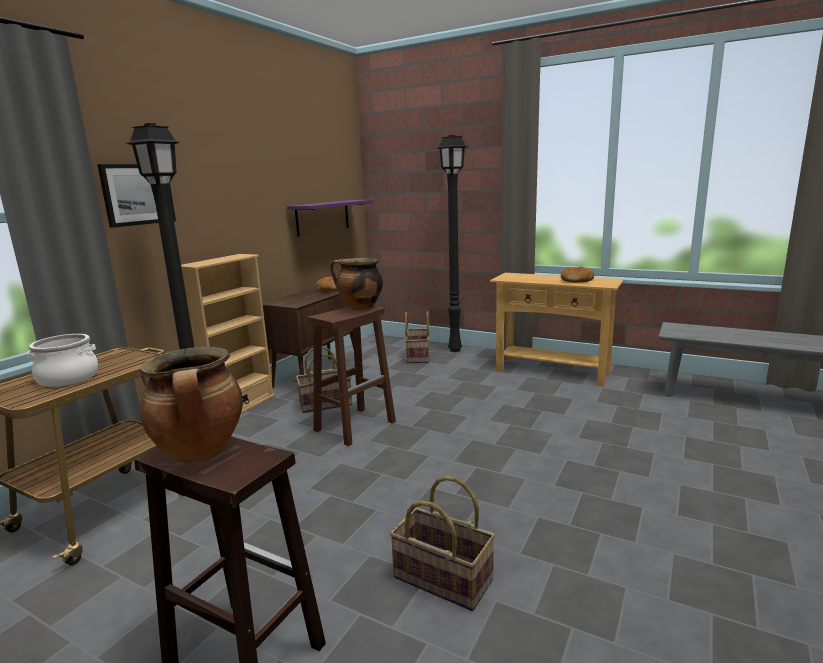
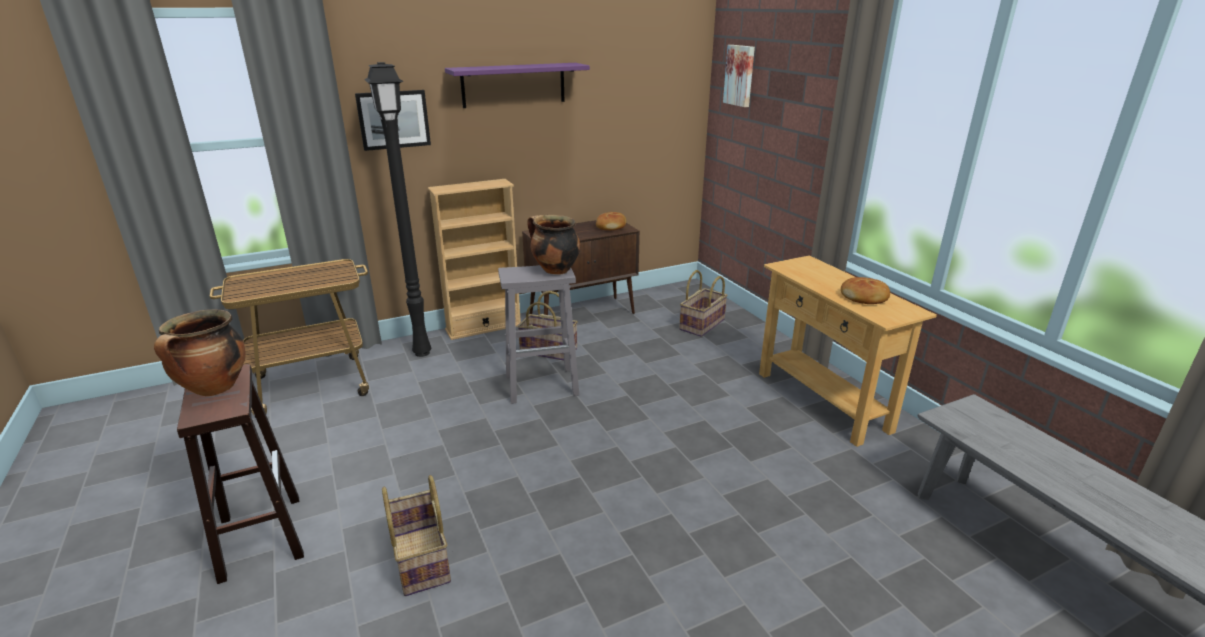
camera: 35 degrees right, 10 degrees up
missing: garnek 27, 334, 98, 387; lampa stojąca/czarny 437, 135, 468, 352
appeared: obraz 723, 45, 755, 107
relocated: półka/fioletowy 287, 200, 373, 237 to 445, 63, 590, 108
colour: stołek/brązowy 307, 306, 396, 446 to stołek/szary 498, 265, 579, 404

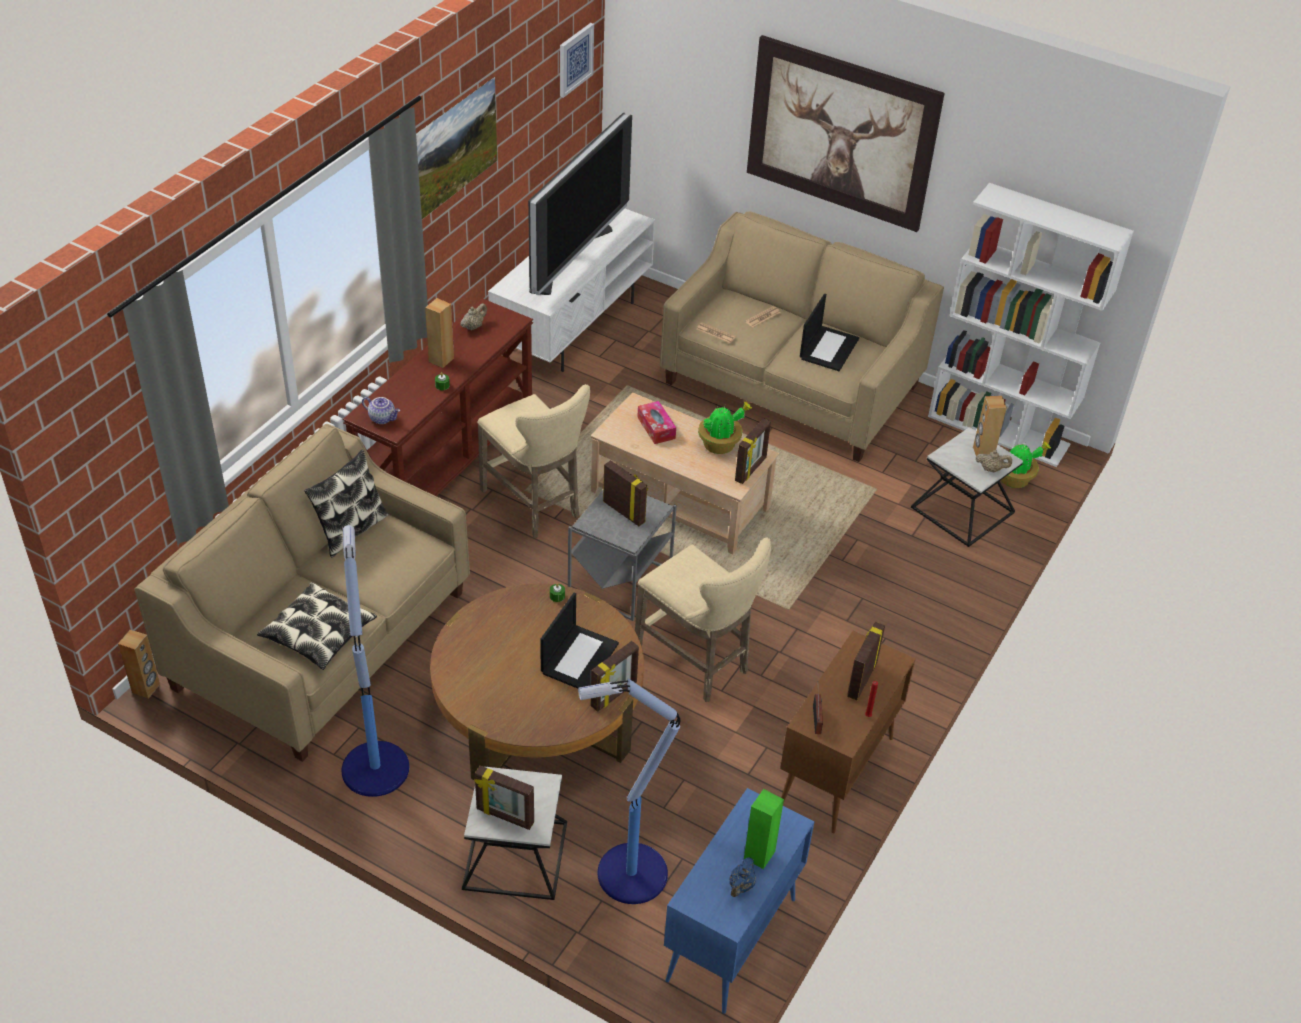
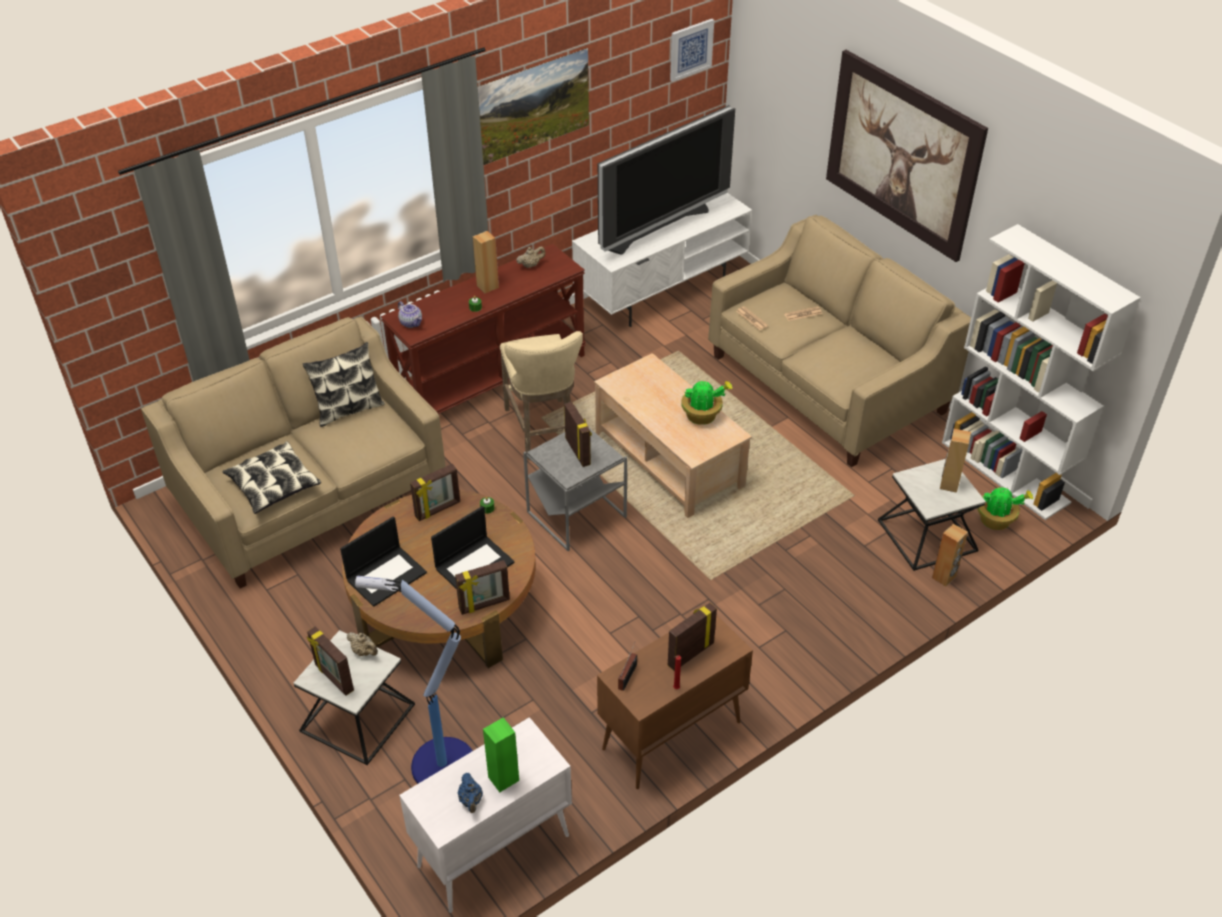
camera: 25 degrees right, 0 degrees up
missing: lampa stojąca 342, 525, 409, 797; stołek/beżowy 635, 537, 771, 702; pudełko chusteczek 637, 401, 676, 444
relocated: głośnik/brązowy 118, 630, 160, 699 to 932, 524, 968, 587; ramka na zdjęcie 735, 418, 771, 484 to 410, 464, 460, 521; laptop 800, 294, 859, 371 to 340, 516, 427, 607; imbryk/beżowy 976, 450, 1012, 472 to 346, 632, 378, 656
colour: szafka/niebieski 664, 788, 814, 1014 to szafka/biały 399, 717, 572, 913
spun: imbryk/niebieski 729, 857, 756, 897 = 458, 773, 483, 813 60 degrees counterclockwise

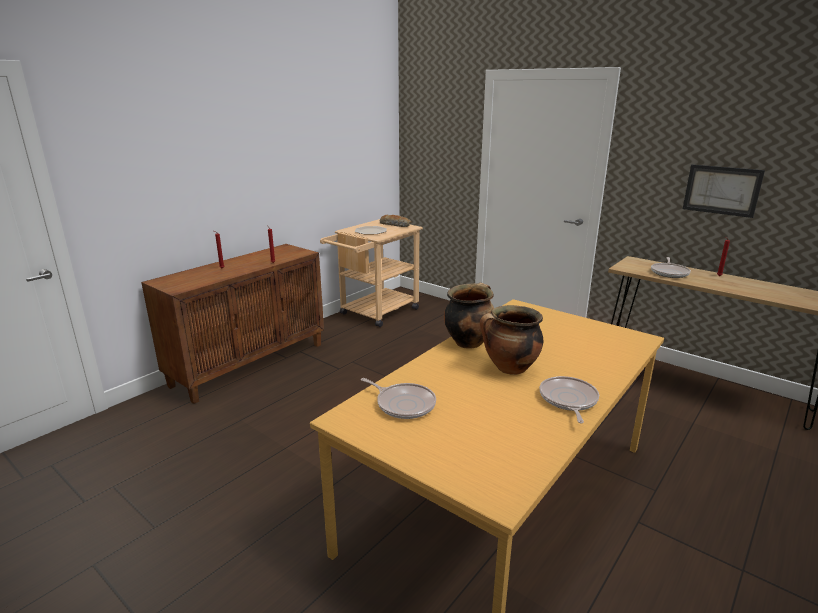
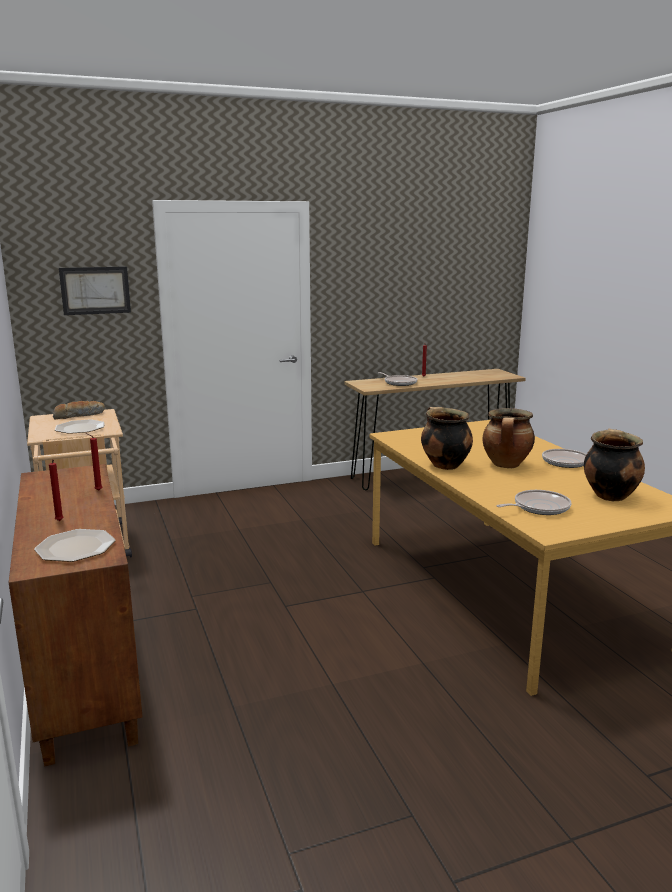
camera: 60 degrees left, 5 degrees down
appeared: talerz 34, 529, 115, 562; garnek 584, 429, 645, 501
relocated: obraz 683, 164, 765, 218 to 59, 266, 131, 315

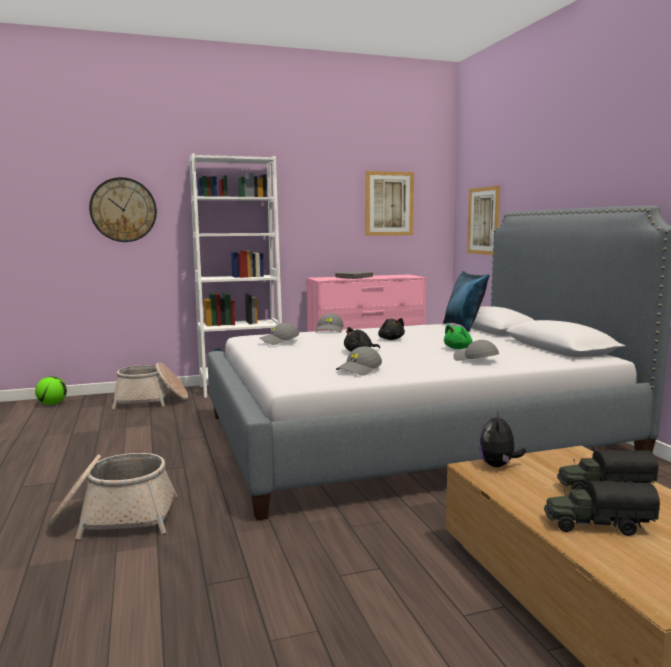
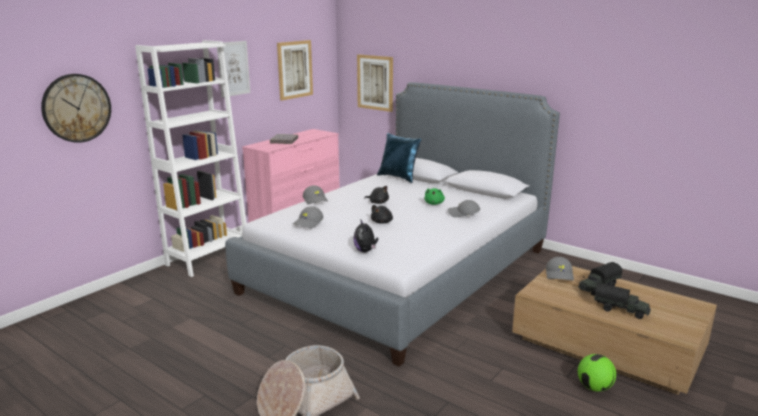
camera: 35 degrees left, 10 degrees up
missing: koszyk 112, 362, 188, 409
appeared: obraz 217, 41, 250, 98
relocated: piłka futbolowa 35, 376, 67, 405 to 578, 354, 616, 392; czapka z daszkiem/szary 336, 346, 382, 376 to 546, 257, 574, 281; pluszak 479, 411, 526, 467 to 353, 220, 378, 253
spun: ciężarówka zabawkowa 544, 481, 660, 536 = 594, 283, 651, 319 120 degrees counterclockwise

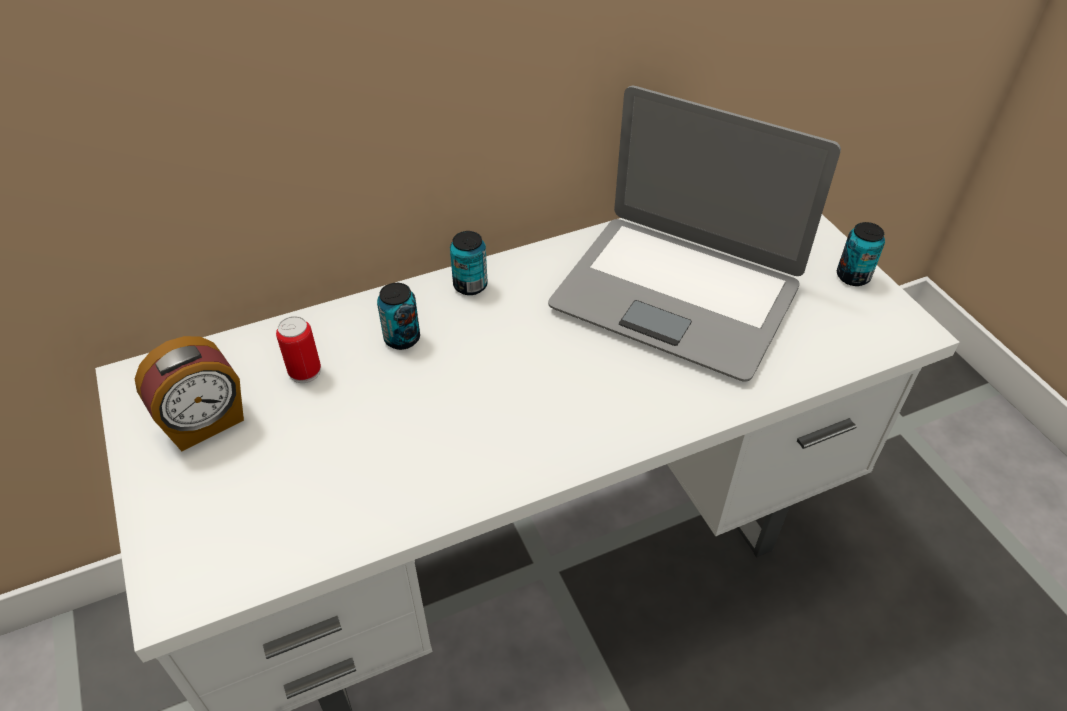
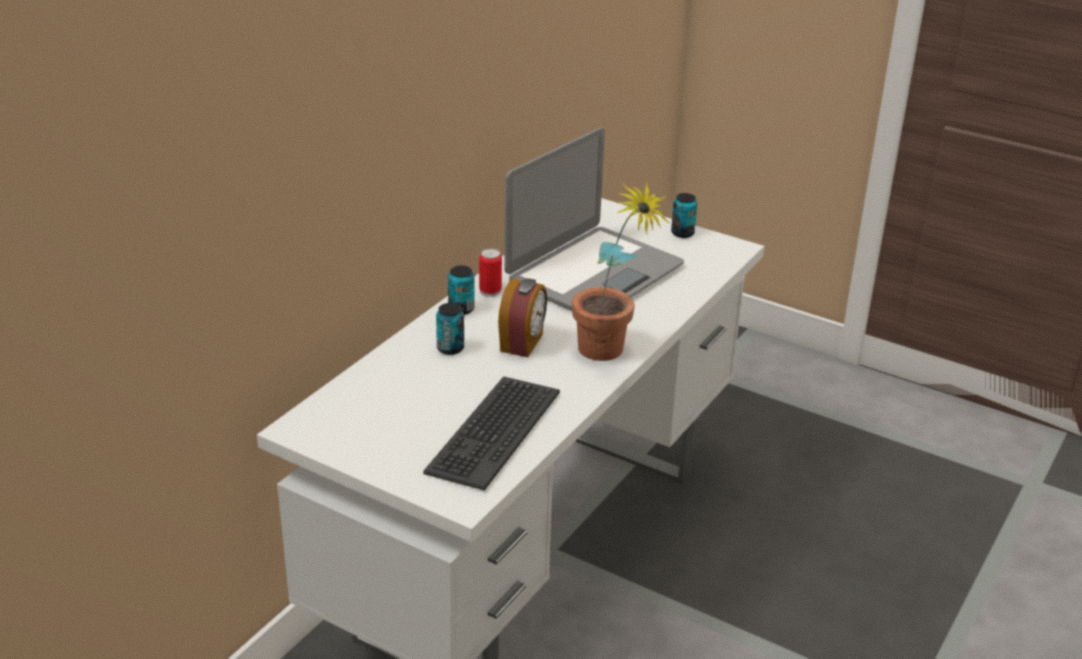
camera: 35 degrees left, 15 degrees down
appeared: klawiatura 423, 376, 560, 491; roślina doniczkowa 572, 183, 669, 361
relocated: budzik 135, 336, 244, 451 to 498, 278, 547, 357; puszka 276, 316, 321, 383 to 479, 249, 502, 297
spun: laptop 548, 85, 841, 382 = 504, 128, 684, 311 45 degrees counterclockwise

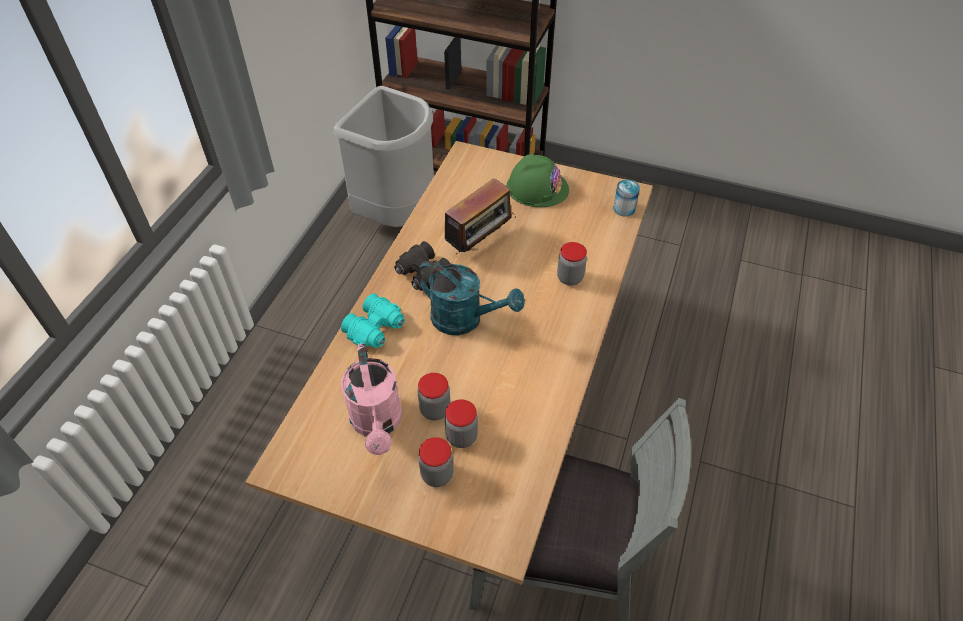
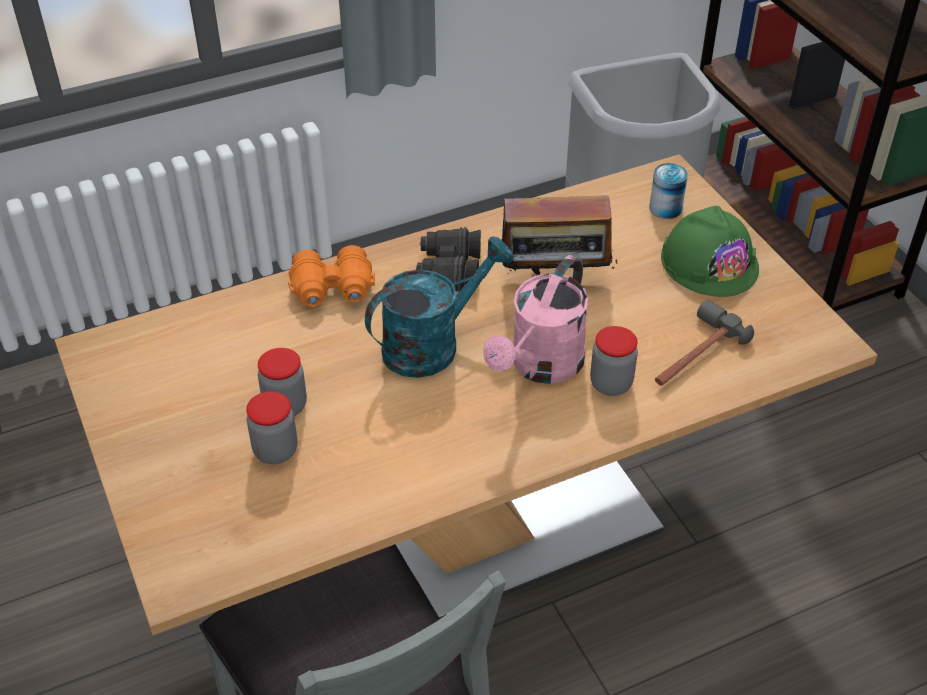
camera: 45 degrees right, 5 degrees down
missing: słoik 418, 437, 454, 487
appeared: młotek 655, 300, 754, 386
relocated: konewka/różowy 341, 343, 402, 455 to 483, 255, 589, 384; puszka 613, 180, 640, 217 to 649, 163, 688, 219
colour: lornetka/turkusowy 341, 293, 405, 348 to lornetka/pomarańczowy 288, 245, 375, 307
spun: konewka/turkusowy 417, 261, 525, 335 = 365, 236, 514, 378 105 degrees counterclockwise

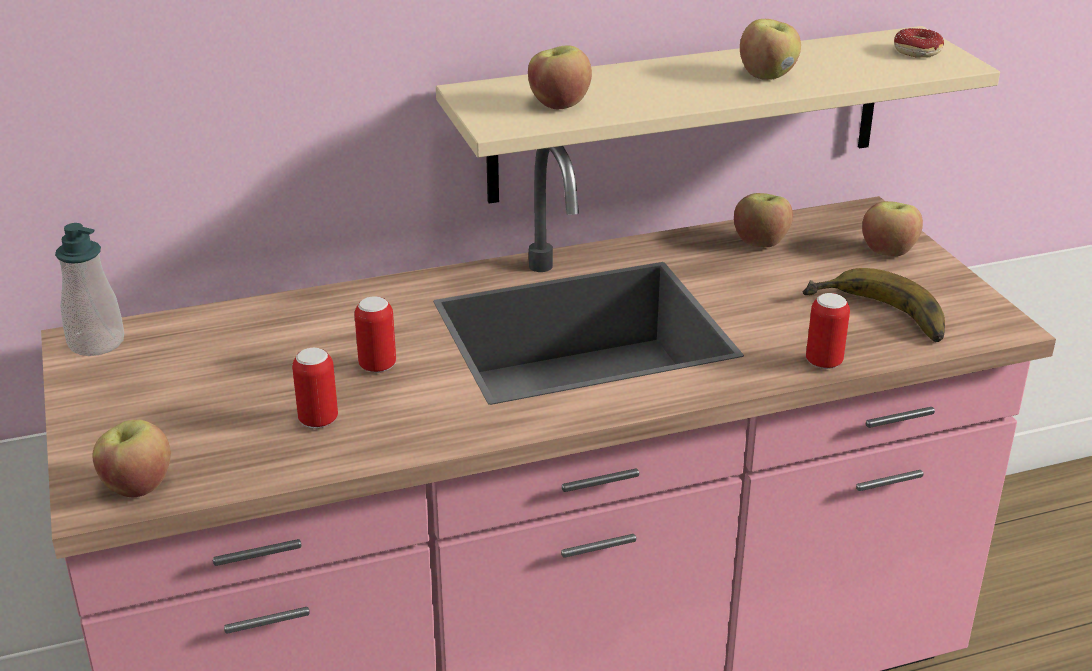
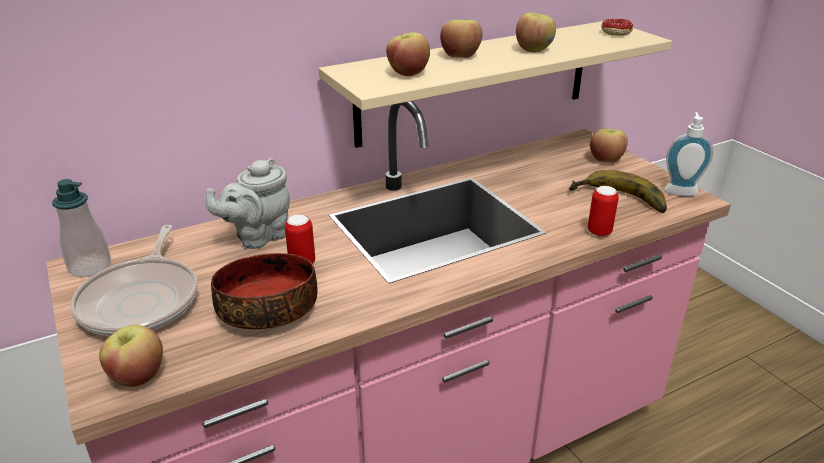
camera: 10 degrees left, 0 degrees up
appeared: patelnia 70, 225, 198, 336; imbryk/szary 206, 158, 290, 249; dozownik mydła 664, 112, 713, 196
relocated: jabłko 734, 193, 793, 247 to 440, 20, 482, 58
exchanged: puszka 292, 348, 338, 428 to miska 211, 253, 317, 330

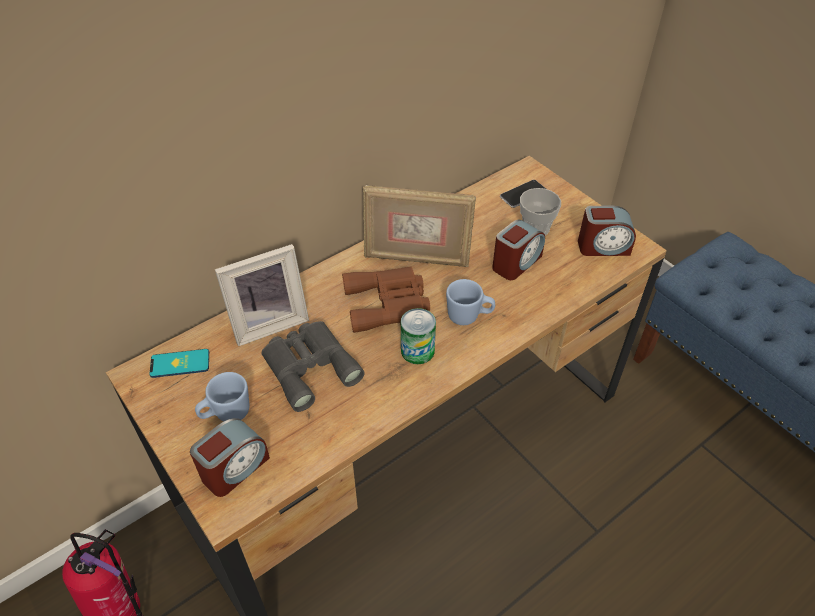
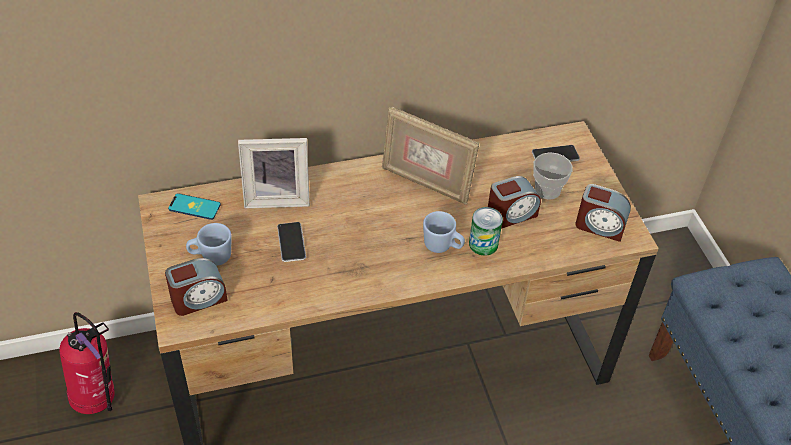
camera: 20 degrees right, 0 degrees up
missing: lornetka/brązowy 342, 267, 430, 333
relocated: puszka 401, 308, 436, 364 to 469, 207, 503, 256
exchanged: lornetka/szary 262, 321, 365, 412 to telefon 277, 222, 306, 262

